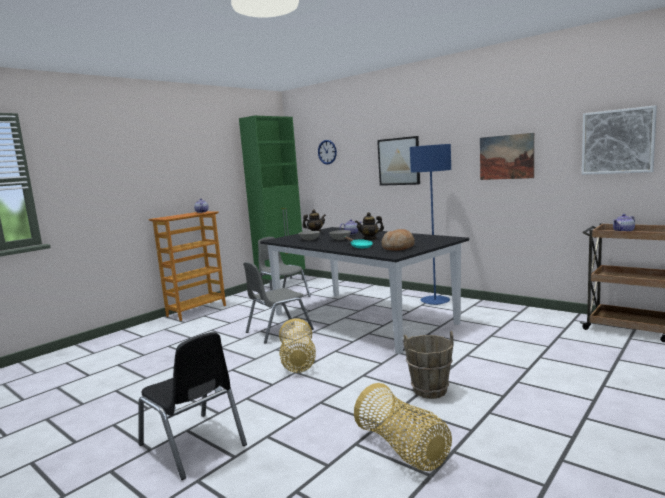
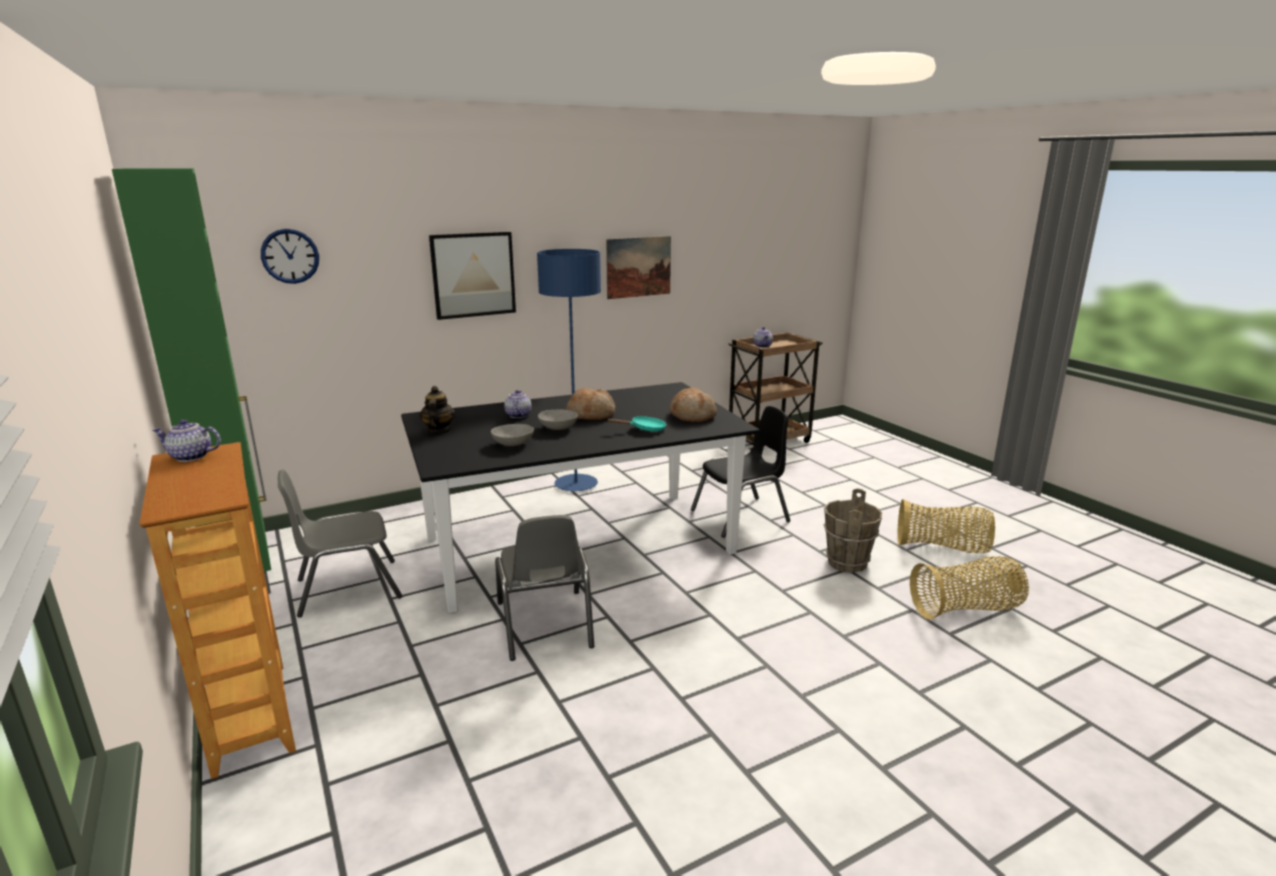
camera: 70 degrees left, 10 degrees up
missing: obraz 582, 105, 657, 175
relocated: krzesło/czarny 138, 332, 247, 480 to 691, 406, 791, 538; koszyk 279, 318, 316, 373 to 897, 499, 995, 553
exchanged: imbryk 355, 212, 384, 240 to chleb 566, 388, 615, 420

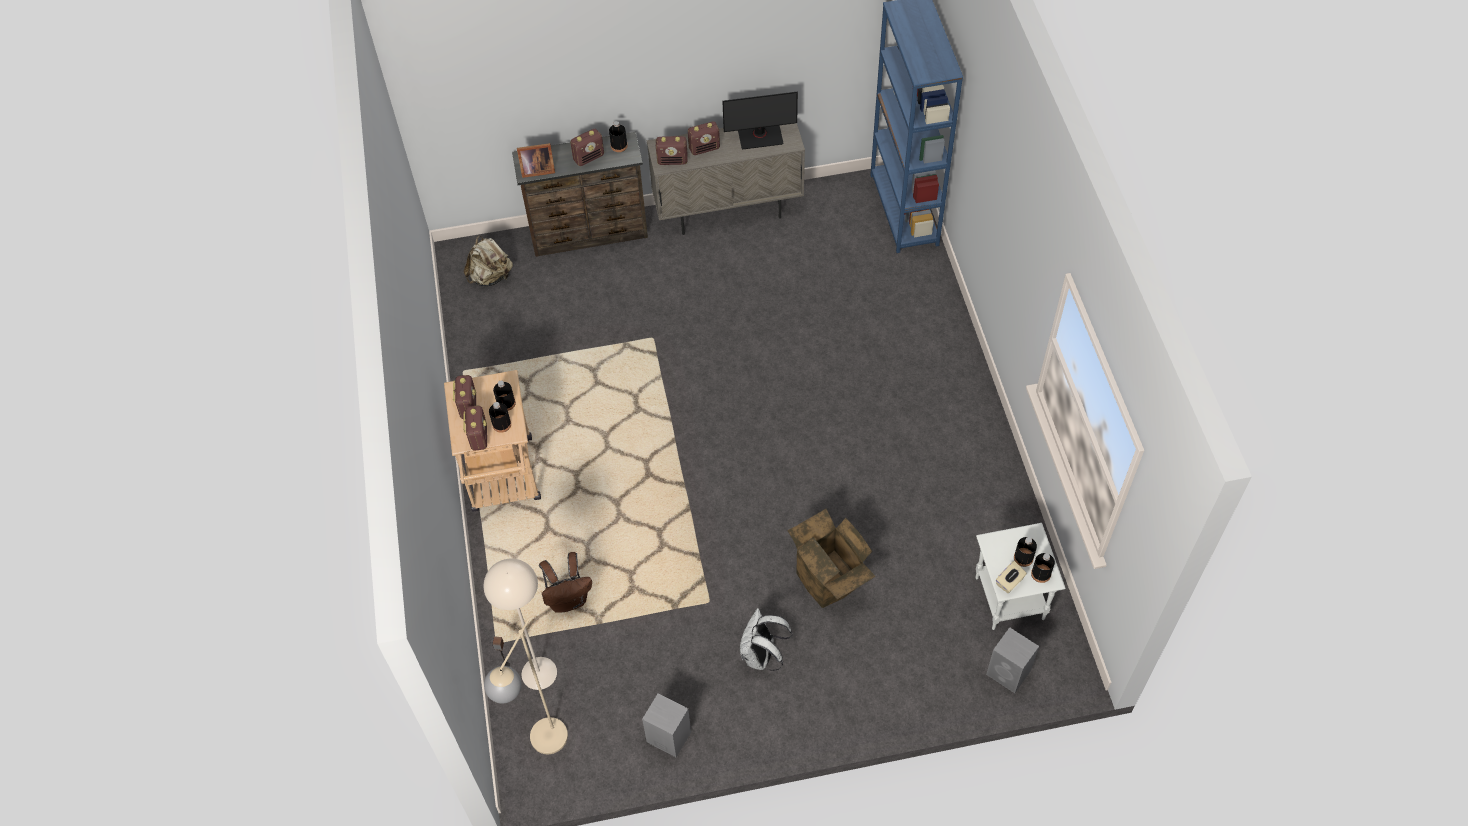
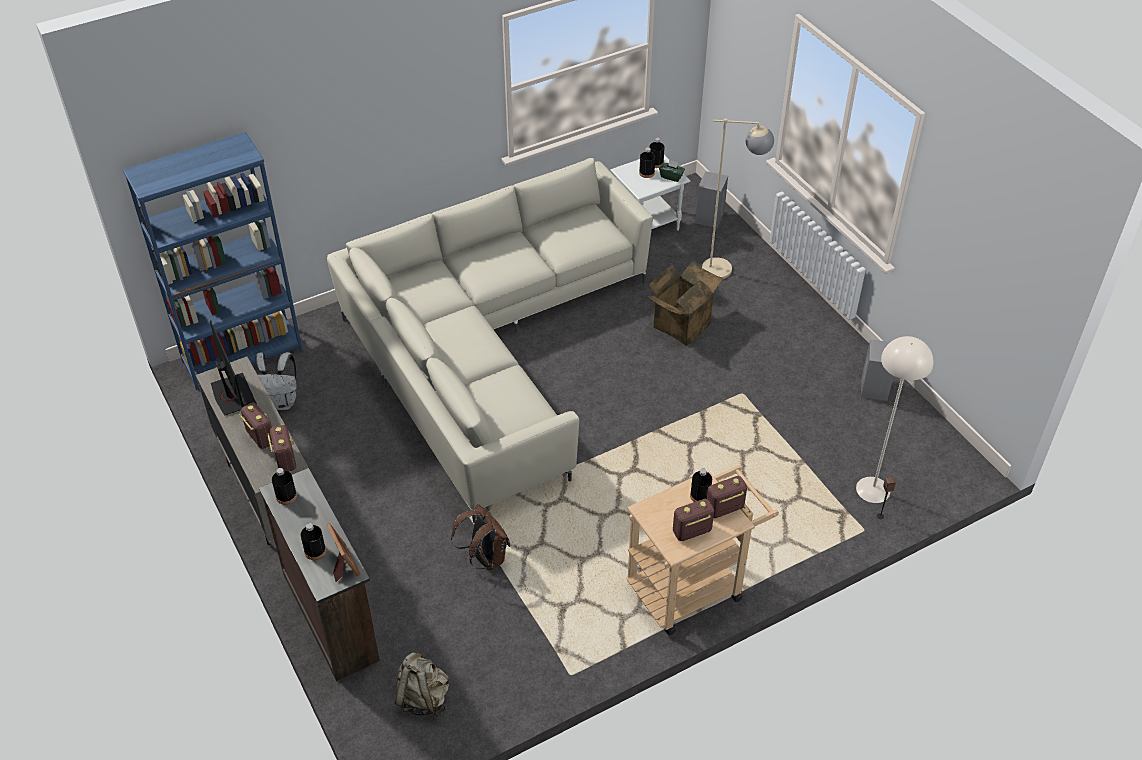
camera: 110 degrees left, 10 degrees down
missing: radio 570, 129, 604, 166
appeared: kanapa/beżowy 327, 158, 653, 523
relocated: lampa stojąca/beżowy 484, 619, 568, 754 to 702, 118, 774, 279; butelka/czarny 493, 381, 516, 411 to 301, 523, 326, 560; plecak/brązowy 539, 552, 592, 613 to 451, 504, 510, 571; plecak/biały 740, 608, 792, 671 to 256, 352, 297, 410
colour: pudełko chusteczek/beżowy 996, 561, 1027, 593 to pudełko chusteczek/zielony 659, 160, 685, 182

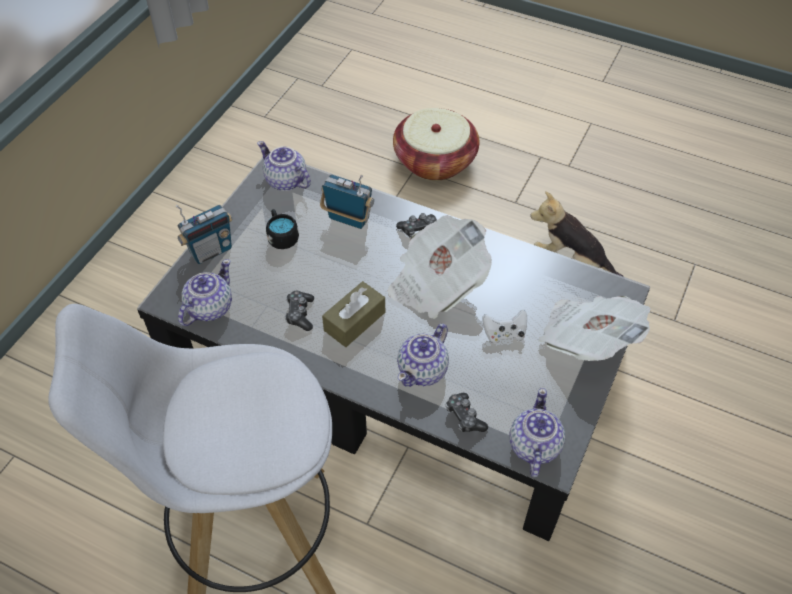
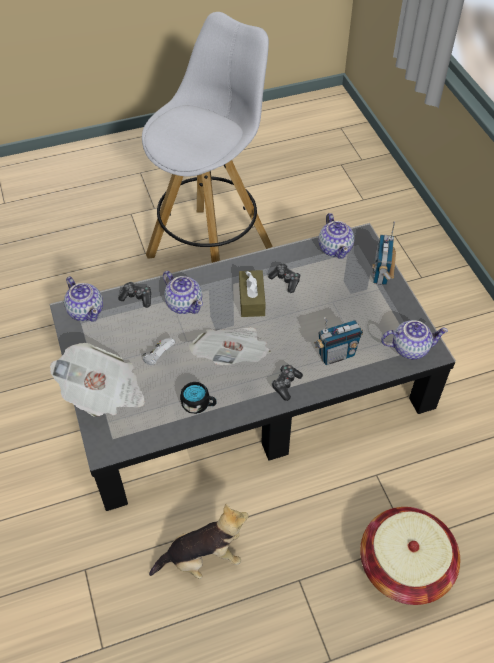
camera: 135 degrees right, 0 degrees up
relocated: kubek/czarny 266, 209, 299, 249 to 180, 382, 217, 414
spun: imbryk 397, 324, 449, 387 = 163, 271, 203, 314 150 degrees clockwise

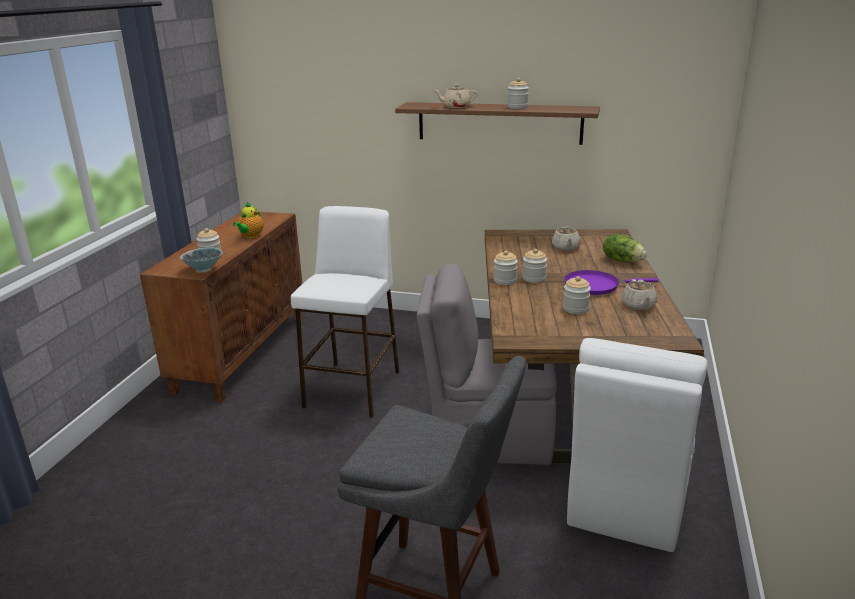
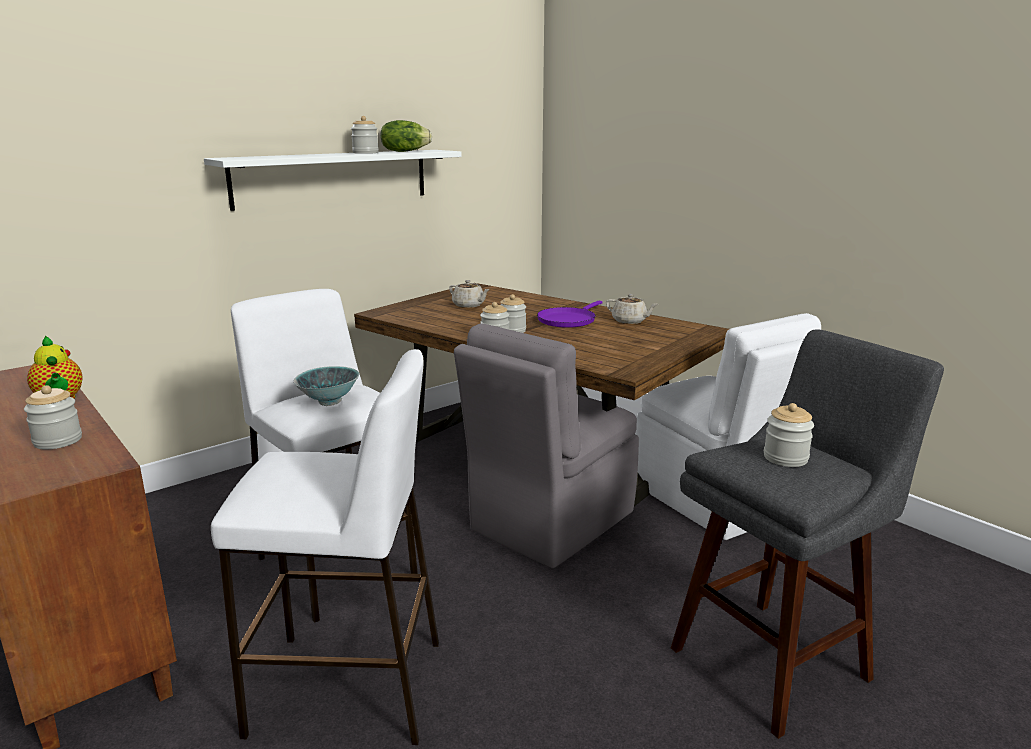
camera: 55 degrees left, 5 degrees down
missing: imbryk/beżowy 434, 84, 478, 108
appeared: stołek/biały 211, 349, 439, 745
relocated: miska 180, 247, 222, 273 to 294, 366, 360, 406; słoik 563, 276, 591, 314 to 764, 403, 814, 467; sałata 603, 234, 647, 263 to 380, 120, 432, 152
colour: półka/brązowy 395, 102, 600, 145 to półka/biały 204, 150, 462, 211

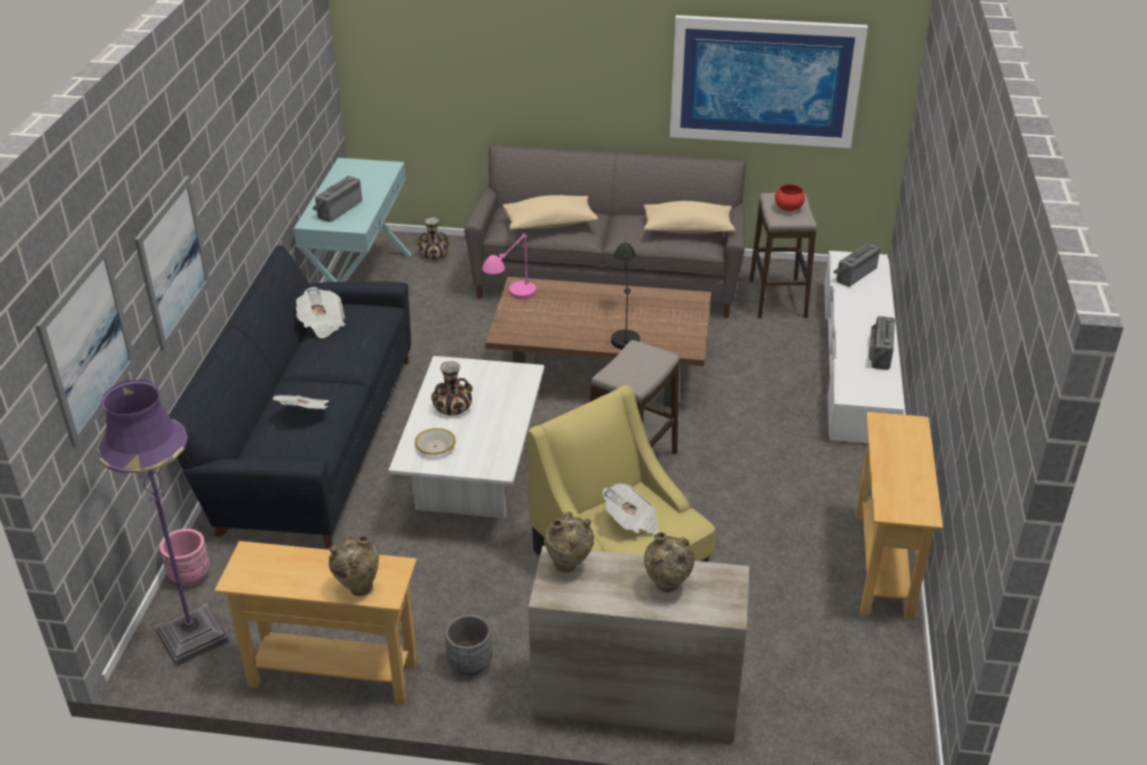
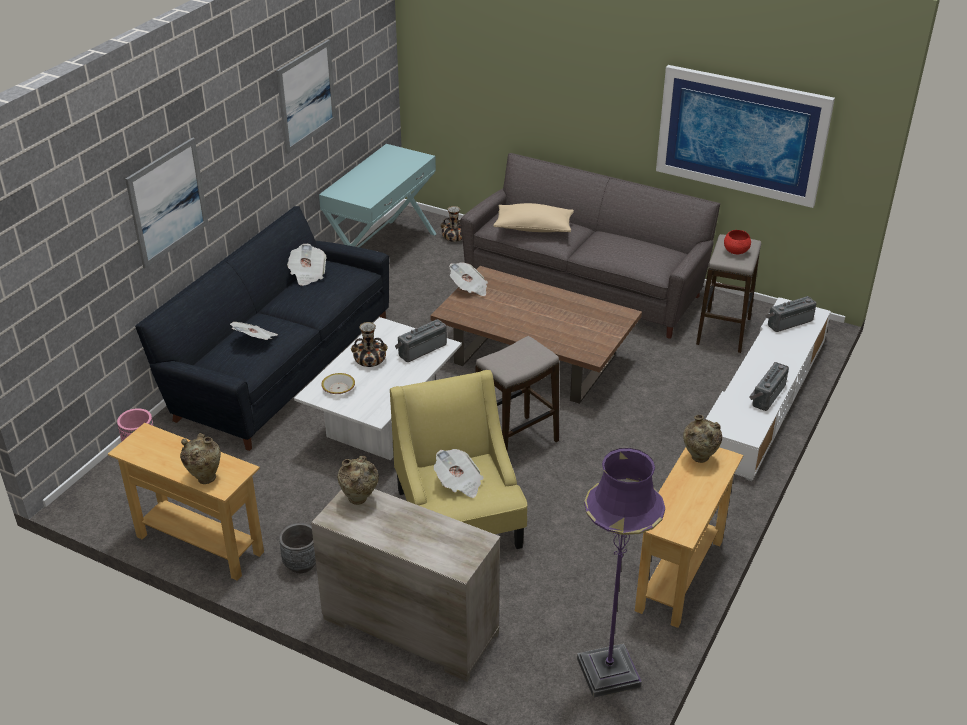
camera: 20 degrees right, 0 degrees up
missing: lampa stołowa/czarny 611, 242, 640, 349; poduszka/beżowy 644, 201, 735, 234
relocated: obraz 35, 246, 136, 447 to 276, 40, 336, 154; lampa stojąca/fioletowy 97, 380, 229, 666 to 577, 448, 665, 698; radio 313, 176, 362, 222 to 395, 319, 447, 362; wazon/beżowy 644, 532, 695, 592 to 683, 415, 722, 463
exchanged: lampa stołowa/różowy 482, 233, 536, 299 to gazeta 449, 262, 488, 296

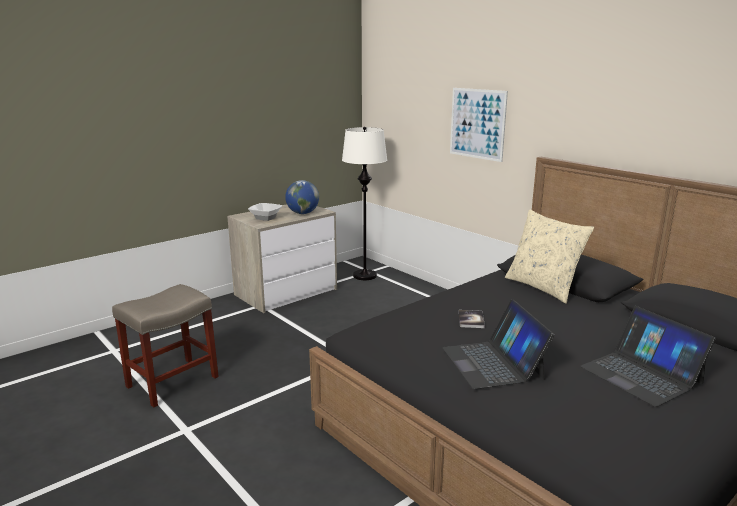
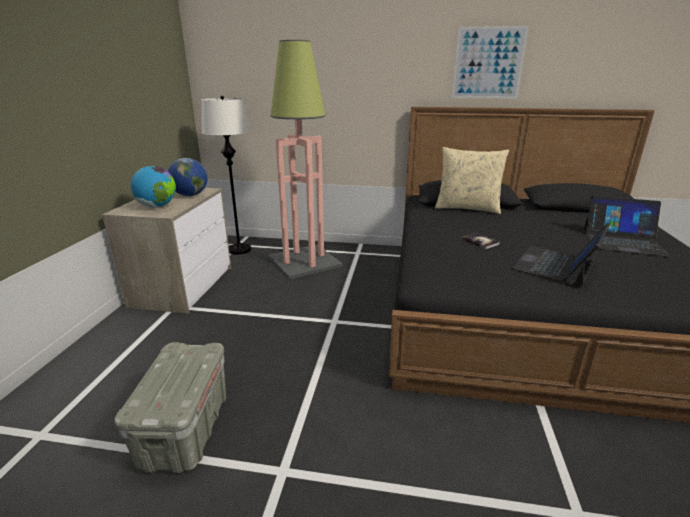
camera: 40 degrees left, 5 degrees up
appeared: lampa stojąca 268, 40, 343, 280
relocated: obraz 450, 88, 508, 162 to 452, 26, 529, 99
exchanged: stołek/beżowy 112, 284, 219, 408 to pojemnik do przechowywania/szary 114, 342, 226, 473; miska 248, 203, 282, 221 to globus 131, 166, 176, 208
spun: laptop 442, 299, 554, 389 = 512, 223, 610, 287 90 degrees clockwise

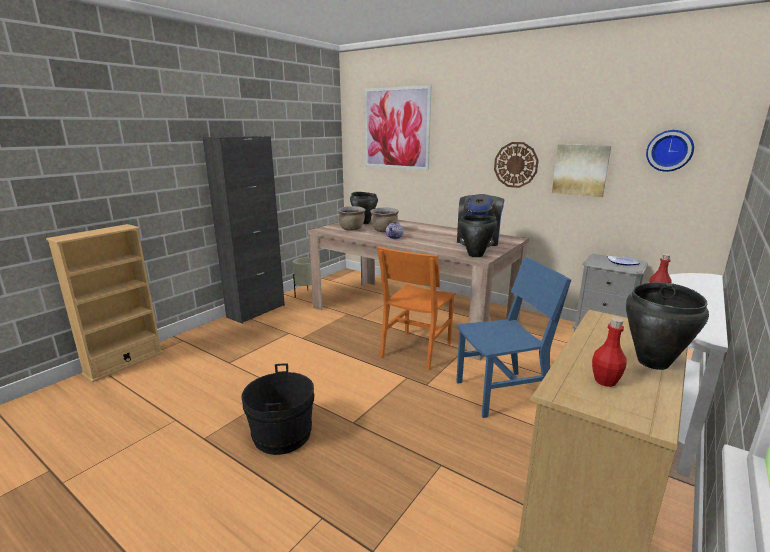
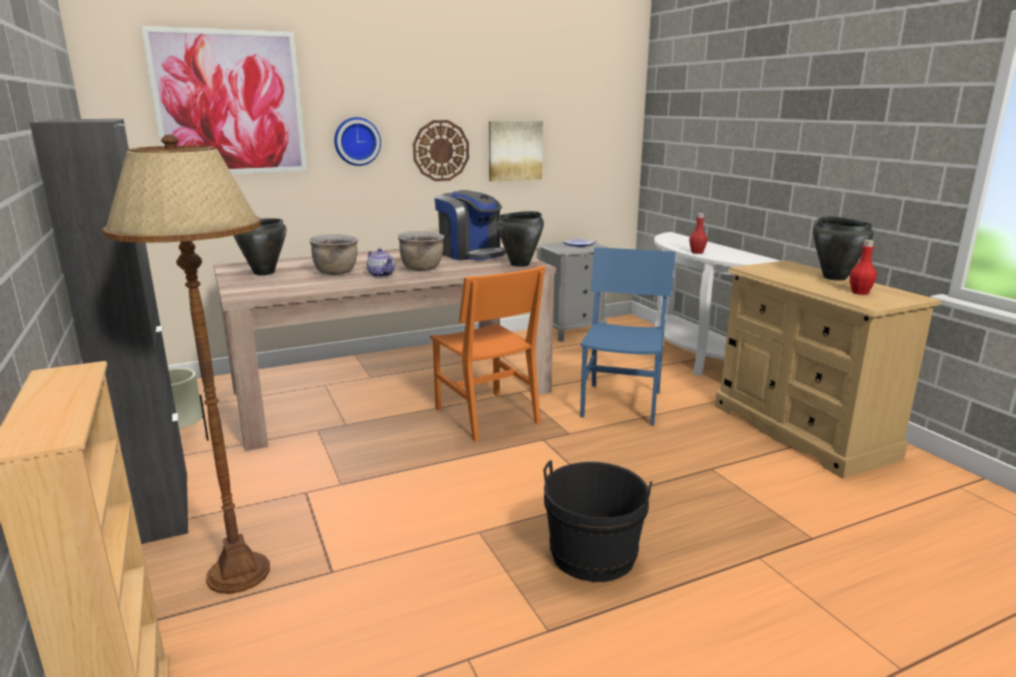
camera: 60 degrees left, 0 degrees up
appeared: lampa stojąca/brązowy 102, 134, 270, 594
relocated: garnek/brązowy 337, 206, 366, 231 to 398, 231, 444, 271; zegar ścienny 646, 130, 694, 172 to 334, 117, 381, 166

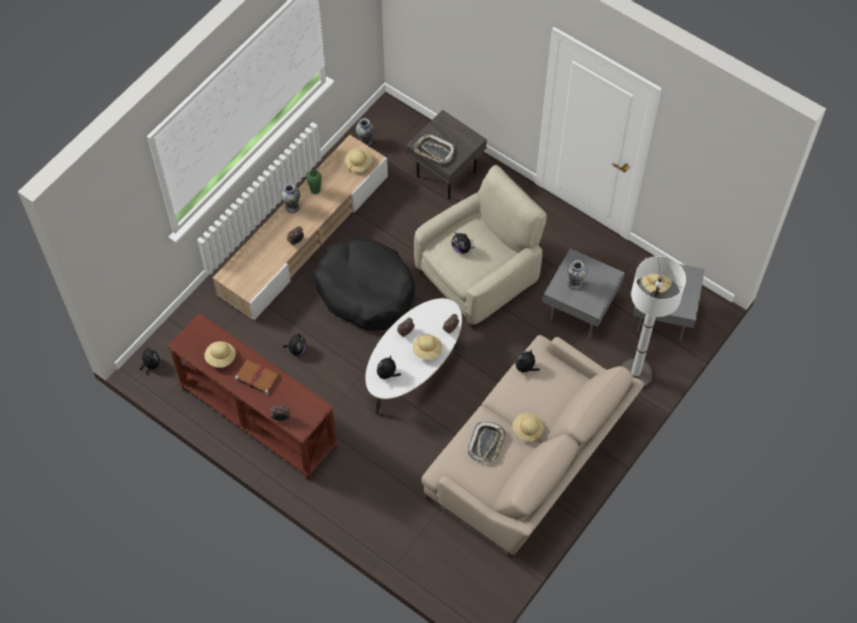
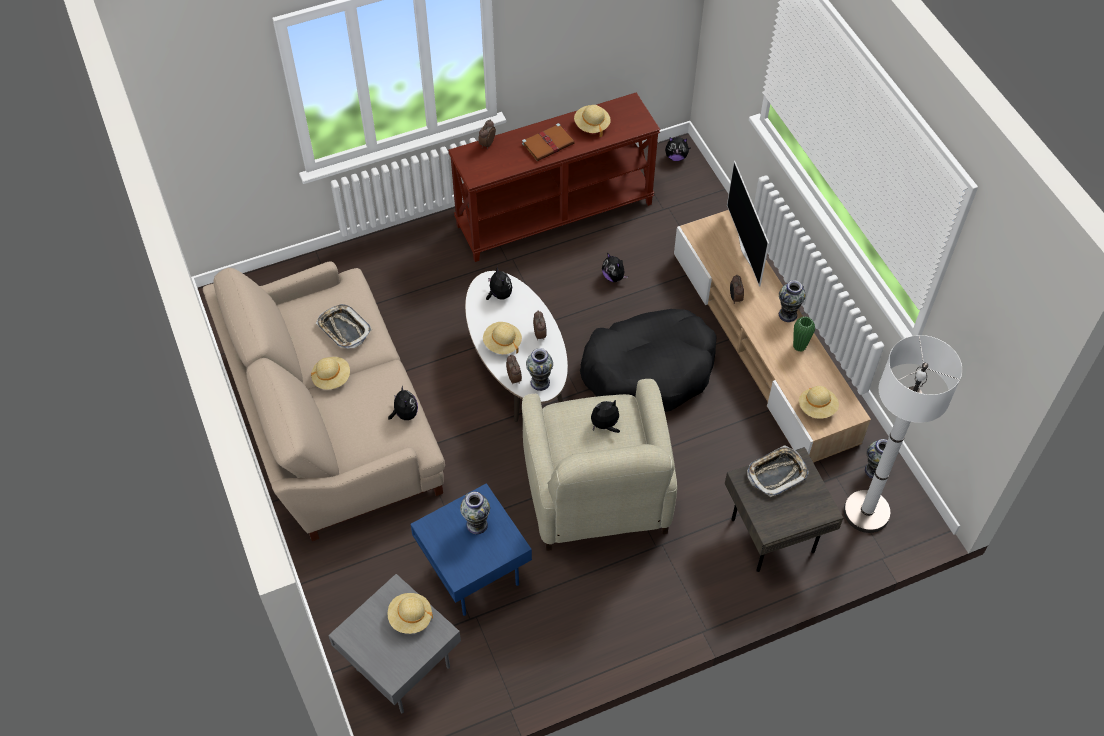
camera: 120 degrees right, 5 degrees down
appeared: wazon 526, 348, 553, 391; telewizor 727, 161, 769, 287
relocated: lampa stojąca/biały 621, 256, 686, 389 to 844, 335, 962, 533
colour: stolik/szary 543, 249, 625, 338 to stolik/niebieski 410, 483, 532, 616

